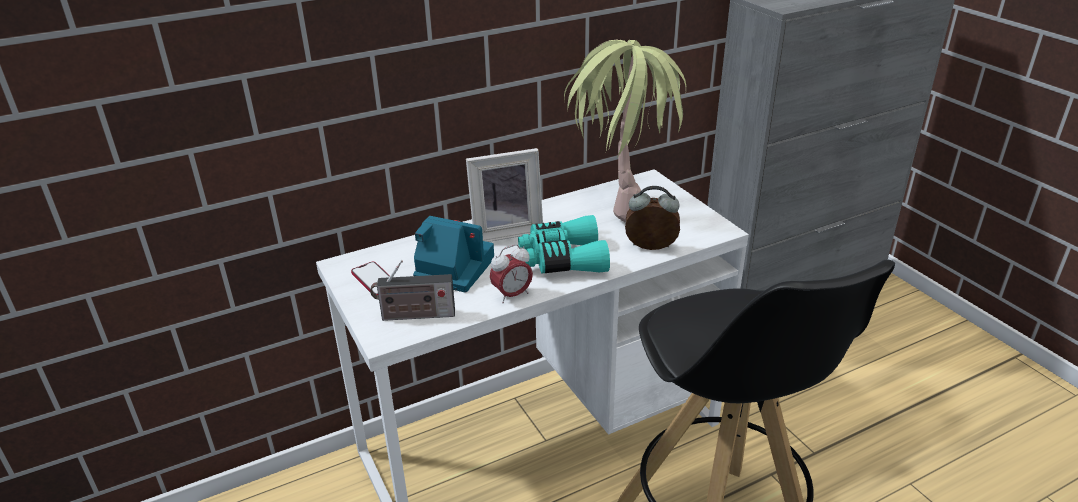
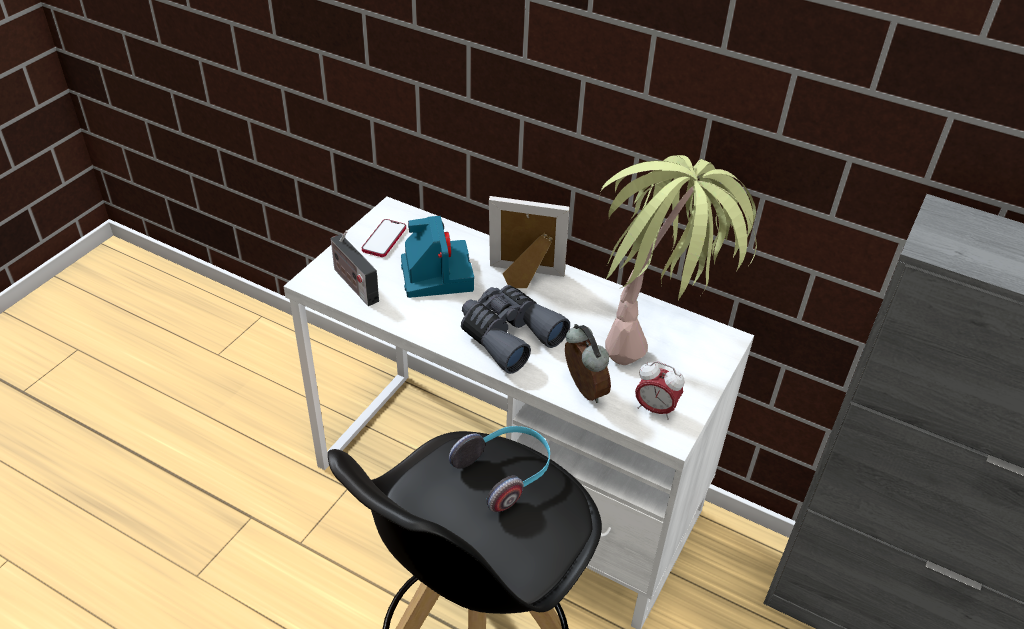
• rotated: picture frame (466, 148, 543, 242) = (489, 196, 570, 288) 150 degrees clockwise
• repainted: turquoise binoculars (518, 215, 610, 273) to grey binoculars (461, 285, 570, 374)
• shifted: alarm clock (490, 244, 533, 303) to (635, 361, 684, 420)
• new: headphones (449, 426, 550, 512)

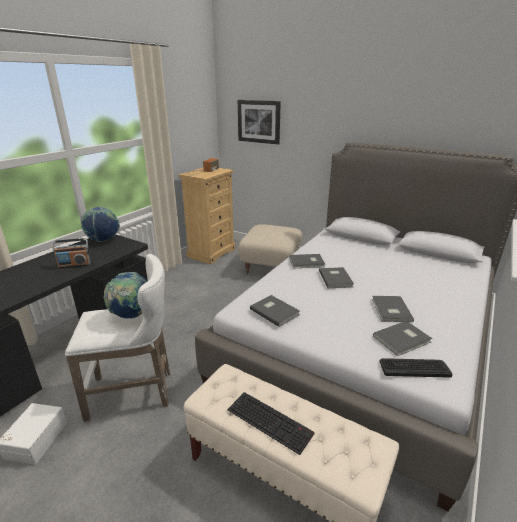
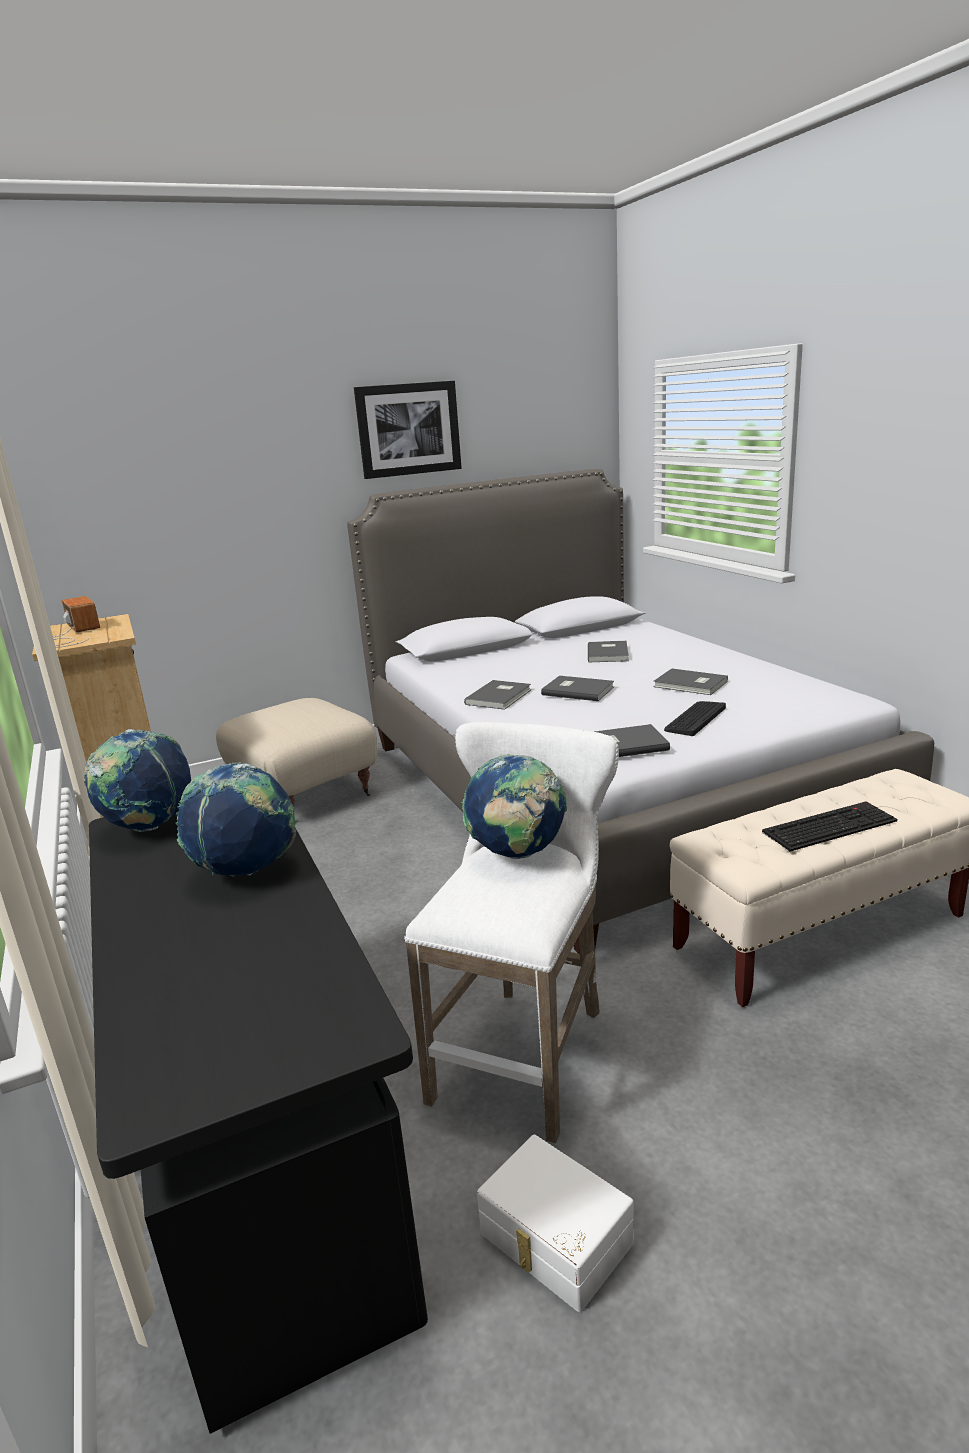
• shifted: picture (238, 100, 281, 145) to (354, 381, 462, 479)
• swapped: radio (52, 238, 91, 269) to globe (176, 762, 296, 877)
• shifted: grey book (373, 321, 432, 356) to (588, 641, 629, 662)
• shifted: keyboard (379, 358, 453, 378) to (664, 701, 726, 736)

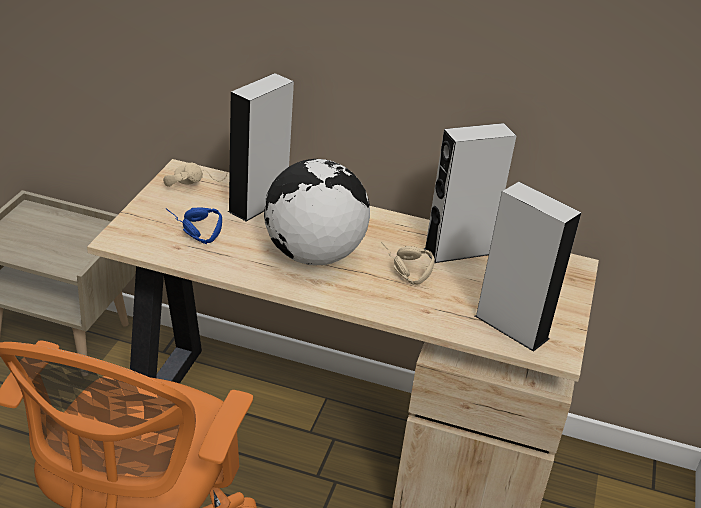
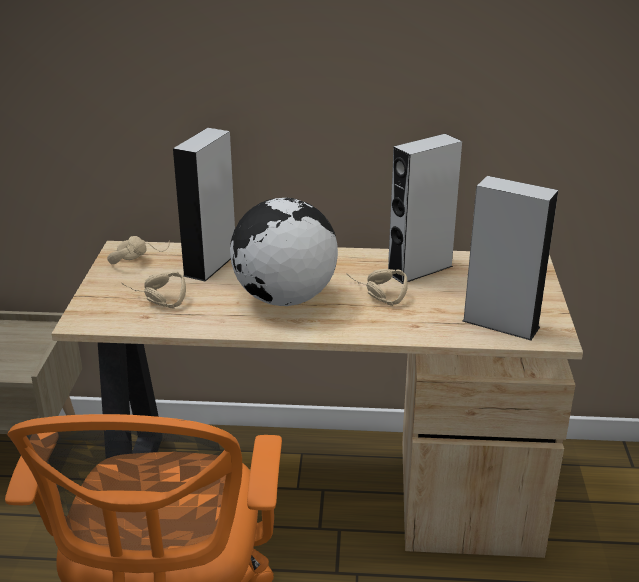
• repainted: blue headphones (166, 208, 222, 244) to beige headphones (122, 272, 186, 309)

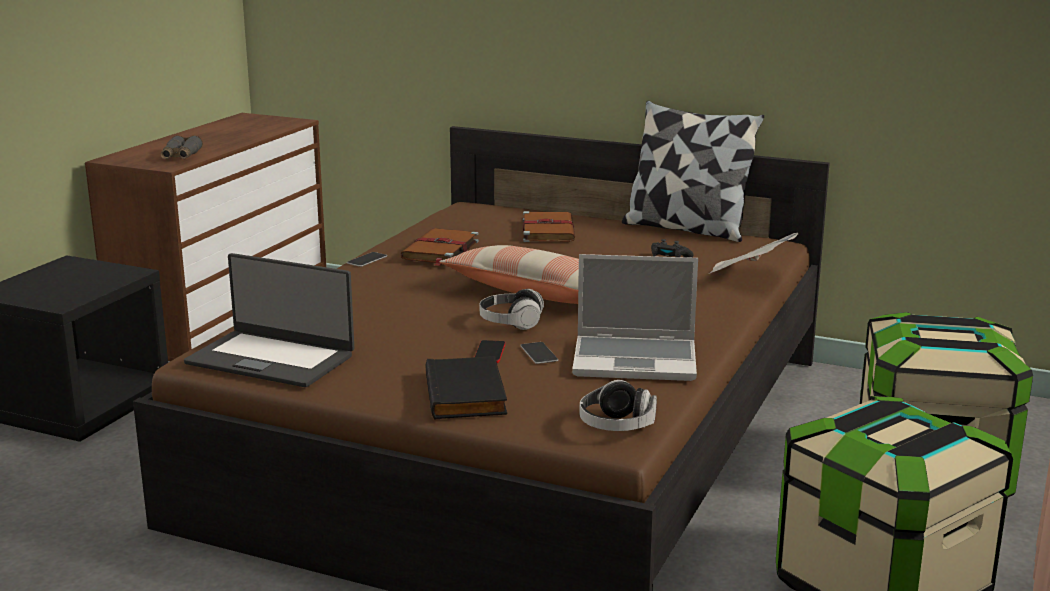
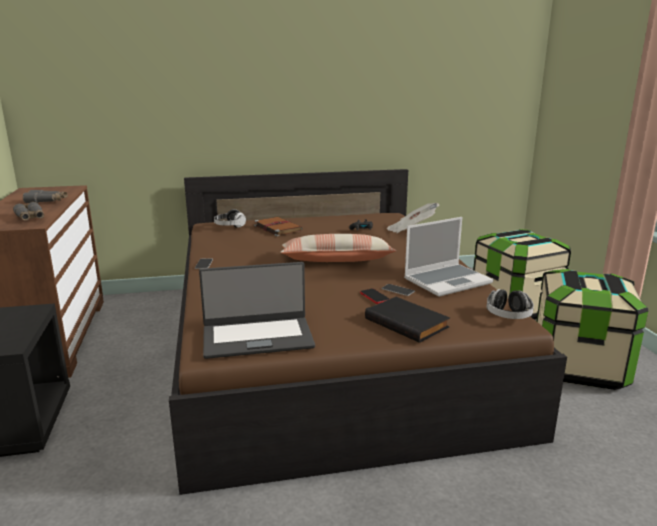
• gone: pillow (622, 101, 764, 242)
• gone: brown book (400, 228, 479, 266)
• shifted: headphones (480, 289, 544, 330) to (214, 209, 246, 227)
• new: grey binoculars (23, 190, 68, 203)

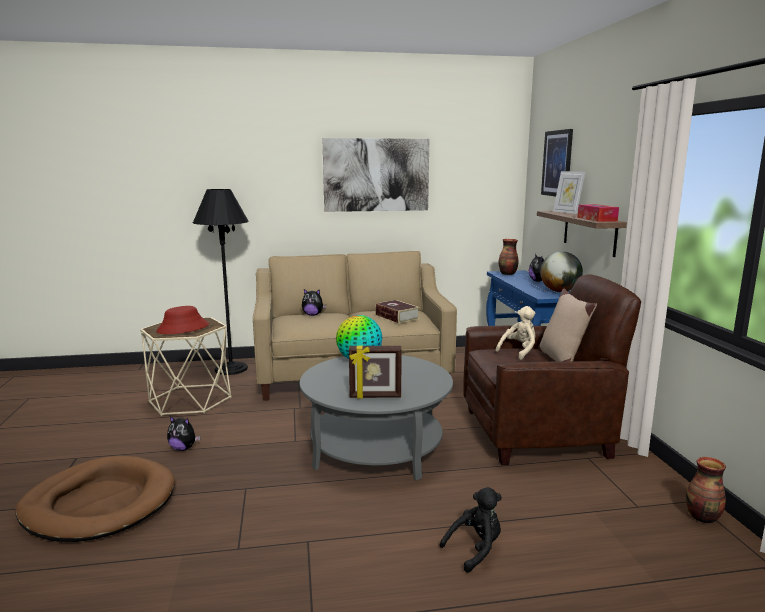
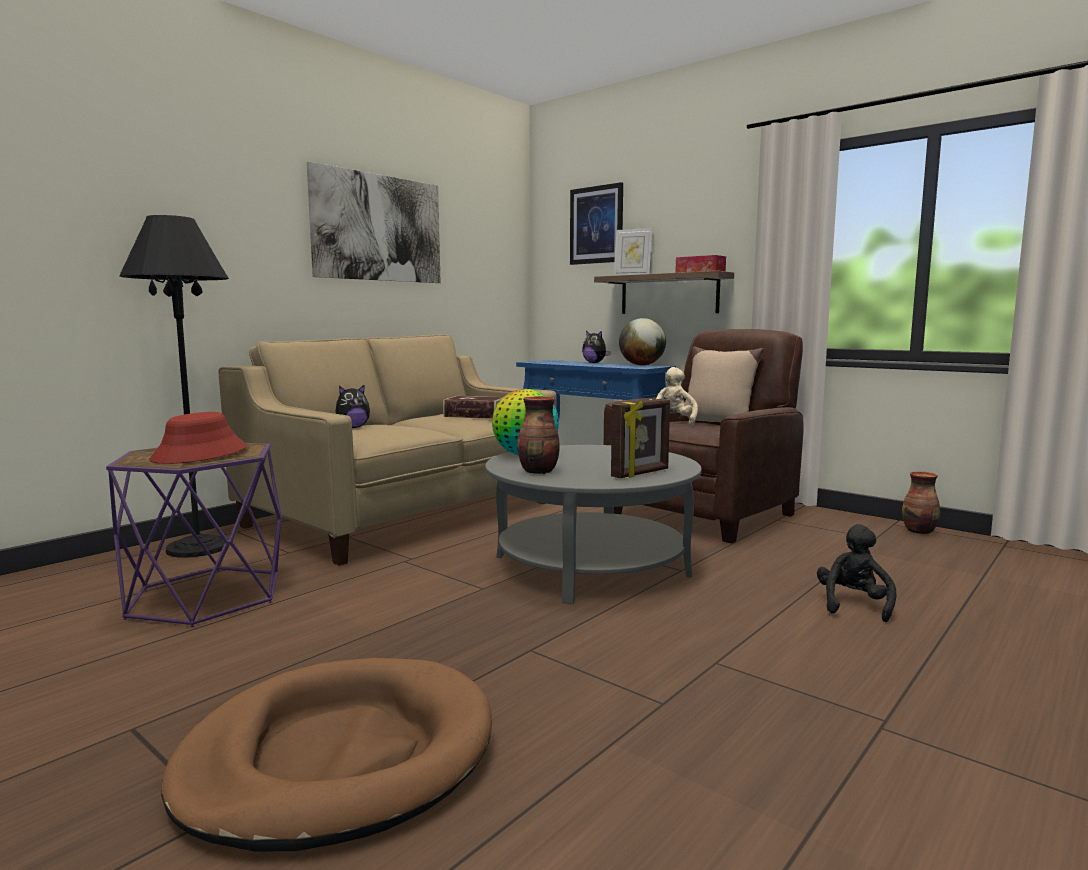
• shifted: vase (498, 239, 519, 275) to (517, 396, 560, 474)
• repainted: beige side table (140, 317, 232, 416) to purple side table (106, 443, 281, 627)
• gone: plush toy (167, 416, 201, 451)

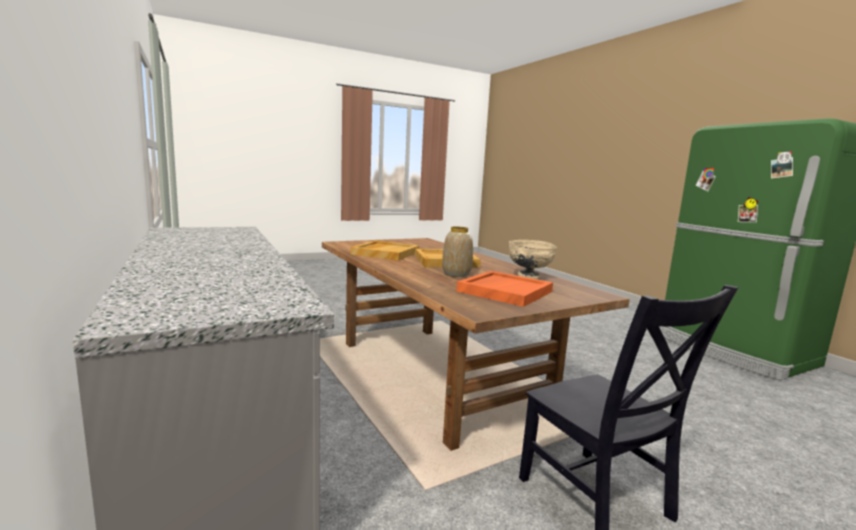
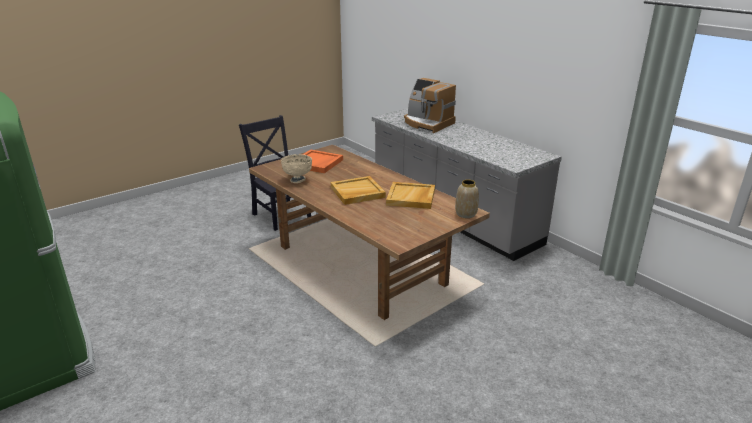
• shifted: vase (442, 226, 473, 277) to (455, 180, 479, 218)
• new: coffee machine (404, 78, 456, 133)

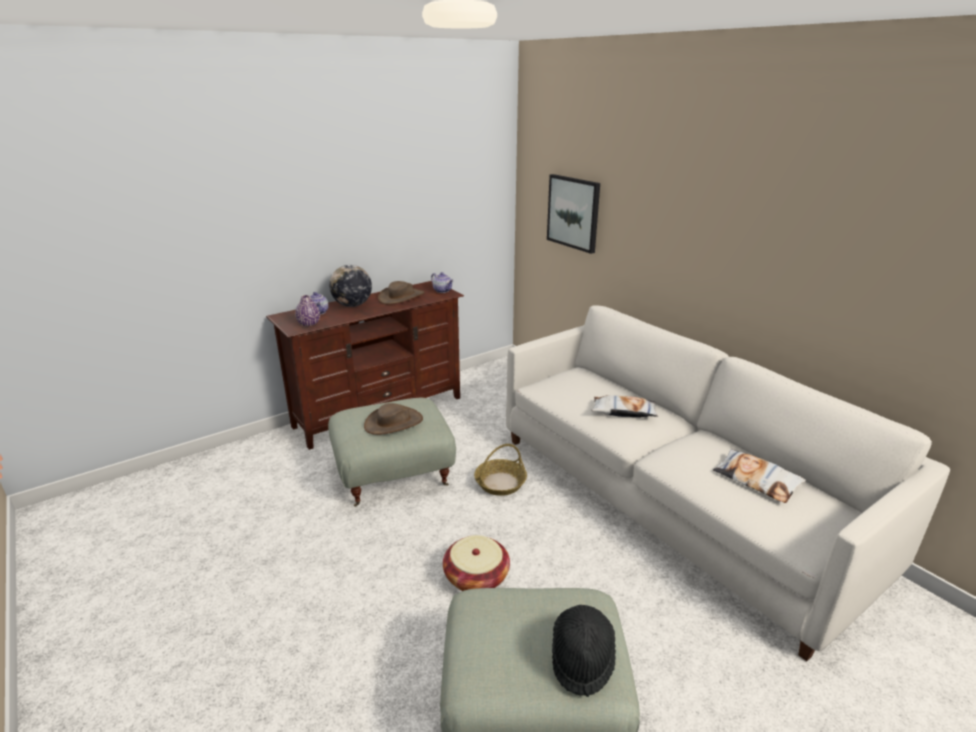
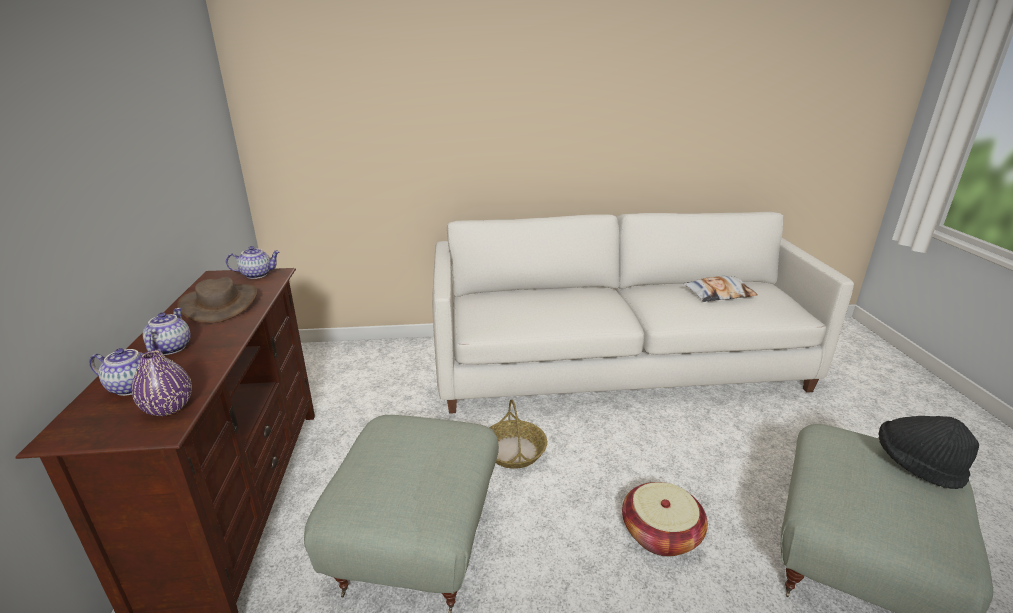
• gone: picture (547, 174, 600, 254)
• swapped: globe (329, 265, 372, 307) to teapot (143, 308, 191, 355)
• gone: pillow (591, 395, 658, 417)
• gone: brown hat (364, 403, 423, 435)

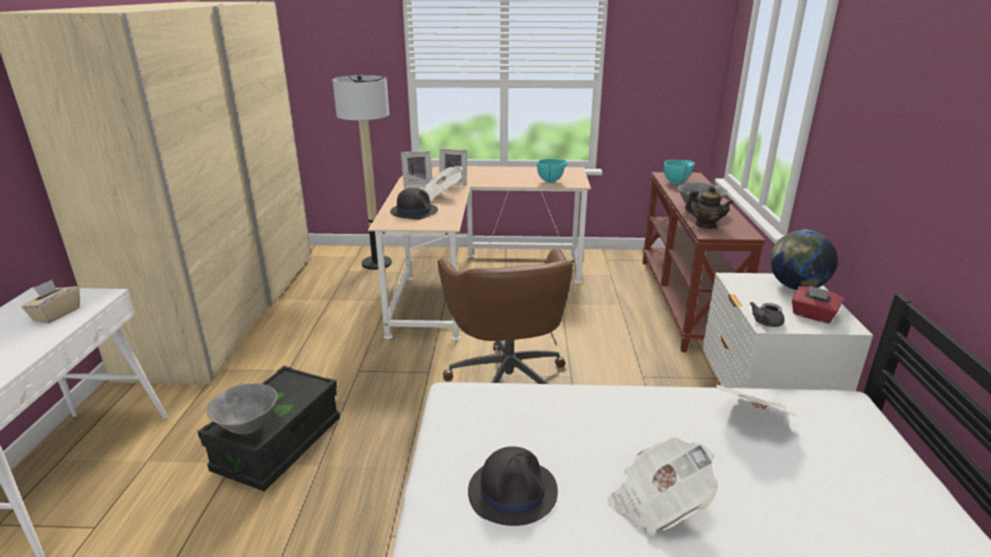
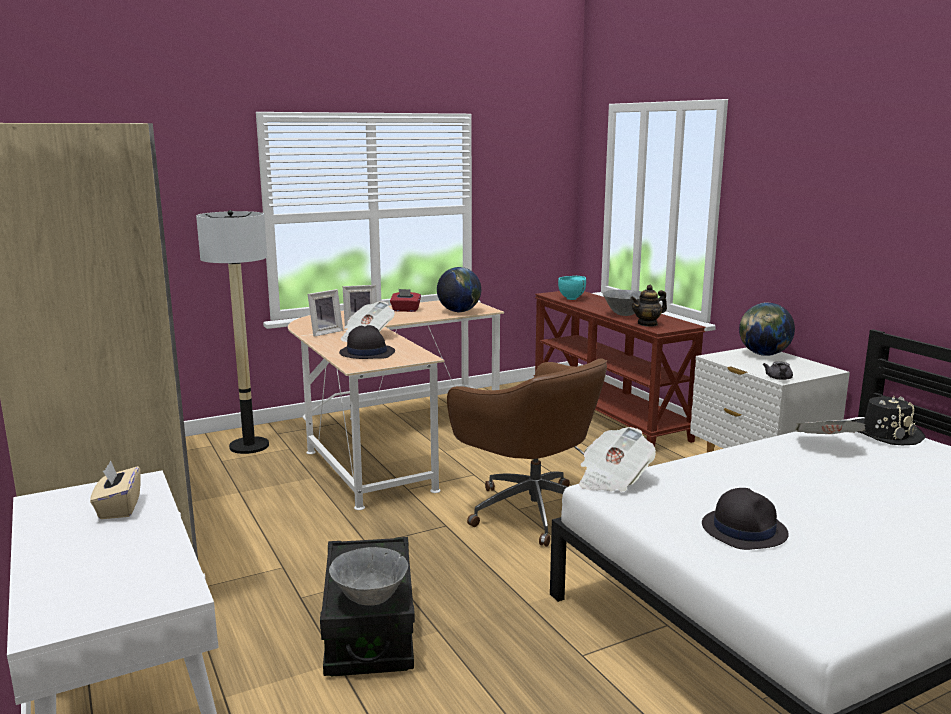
• swapped: turquoise bowl (537, 159, 568, 183) to globe (437, 267, 481, 312)
• rotated: teapot (685, 185, 734, 229) = (630, 285, 667, 327) 150 degrees clockwise
• shifted: red tissue box (792, 286, 844, 324) to (390, 289, 421, 312)
• shifted: newspaper (608, 437, 718, 535) to (579, 427, 656, 492)
• new: black hat (850, 396, 925, 445)

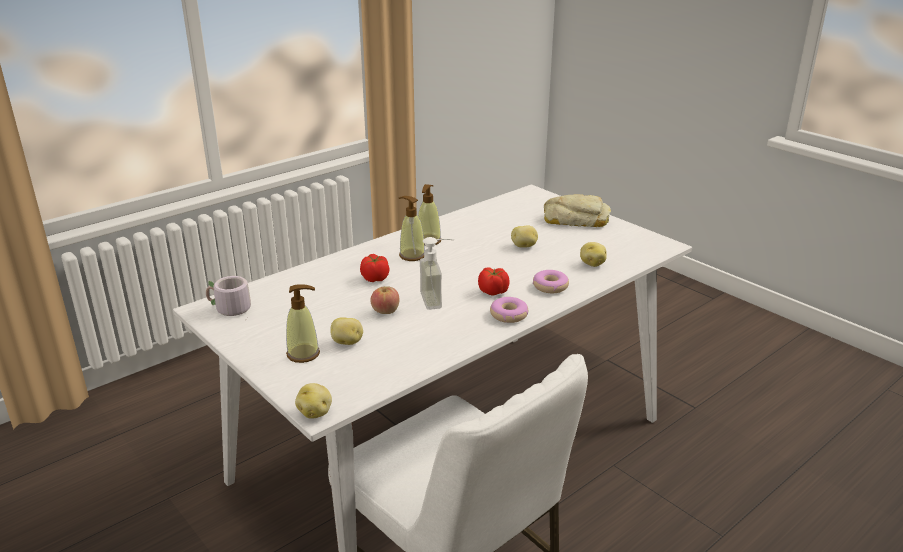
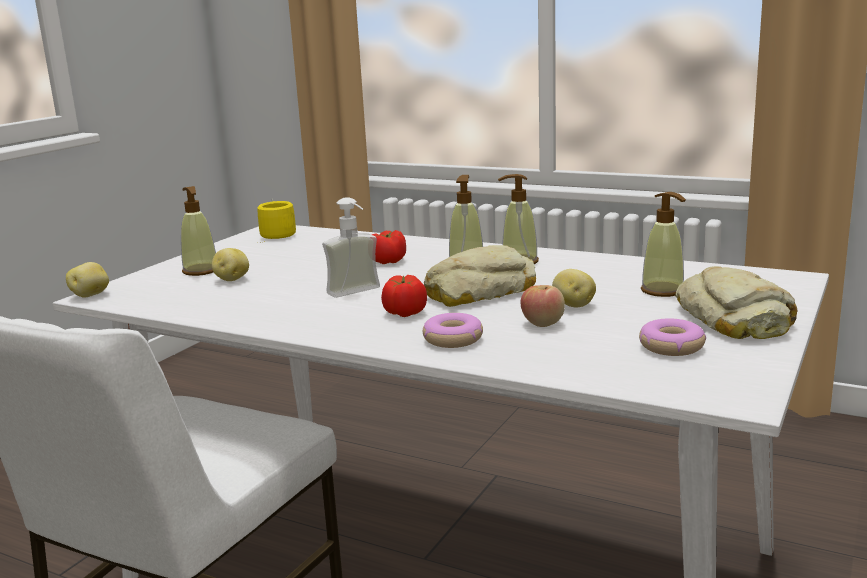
• gone: potato (580, 242, 607, 267)
• repainted: grey mug (206, 276, 251, 321) to yellow mug (257, 200, 296, 243)
• shifted: apple (370, 286, 399, 314) to (521, 285, 565, 327)
• shifted: donut (490, 297, 528, 323) to (639, 318, 706, 356)
• new: soap dispenser (641, 192, 686, 297)
• new: bread (424, 245, 536, 307)

